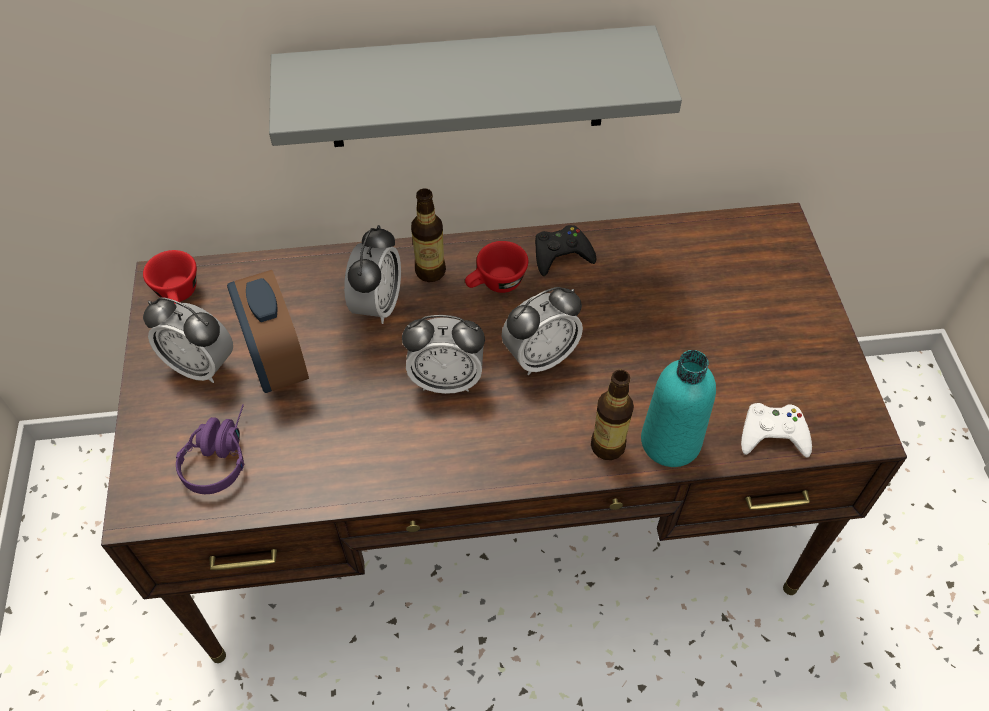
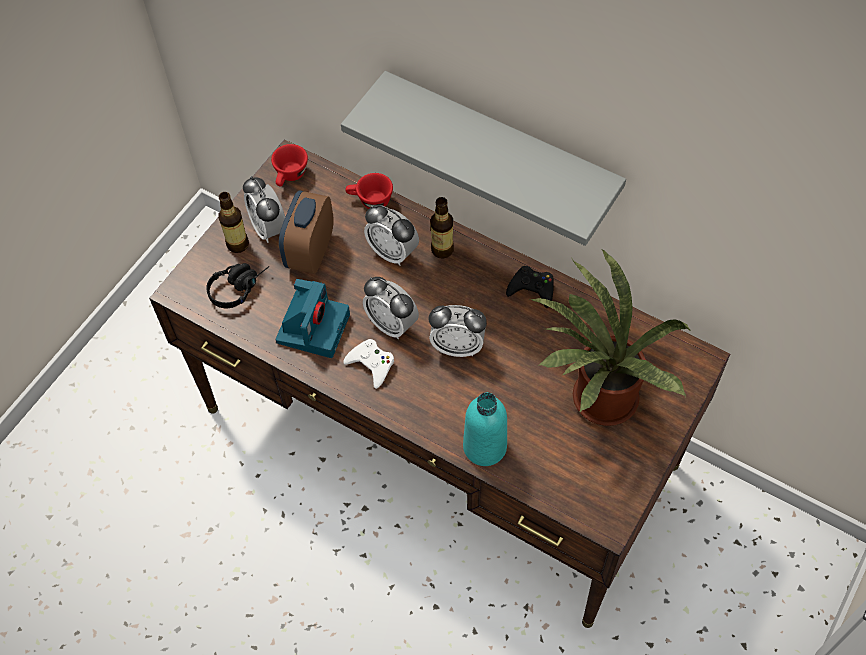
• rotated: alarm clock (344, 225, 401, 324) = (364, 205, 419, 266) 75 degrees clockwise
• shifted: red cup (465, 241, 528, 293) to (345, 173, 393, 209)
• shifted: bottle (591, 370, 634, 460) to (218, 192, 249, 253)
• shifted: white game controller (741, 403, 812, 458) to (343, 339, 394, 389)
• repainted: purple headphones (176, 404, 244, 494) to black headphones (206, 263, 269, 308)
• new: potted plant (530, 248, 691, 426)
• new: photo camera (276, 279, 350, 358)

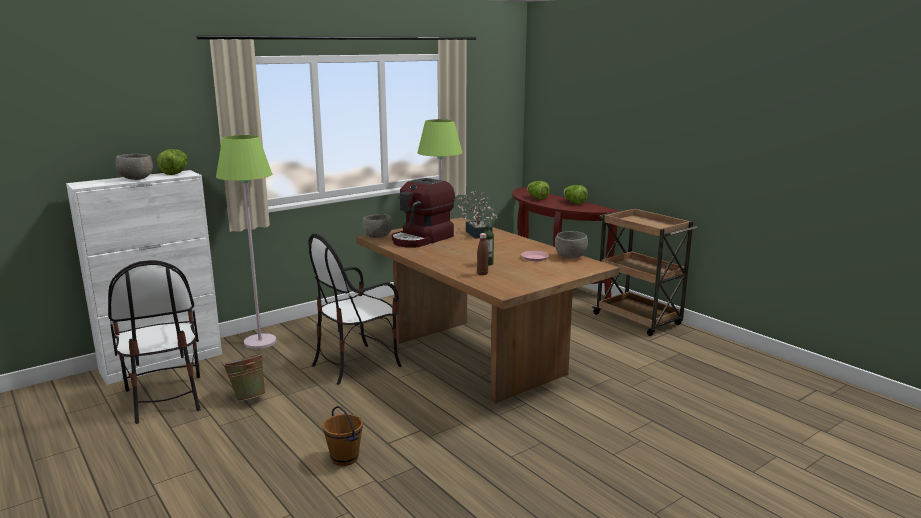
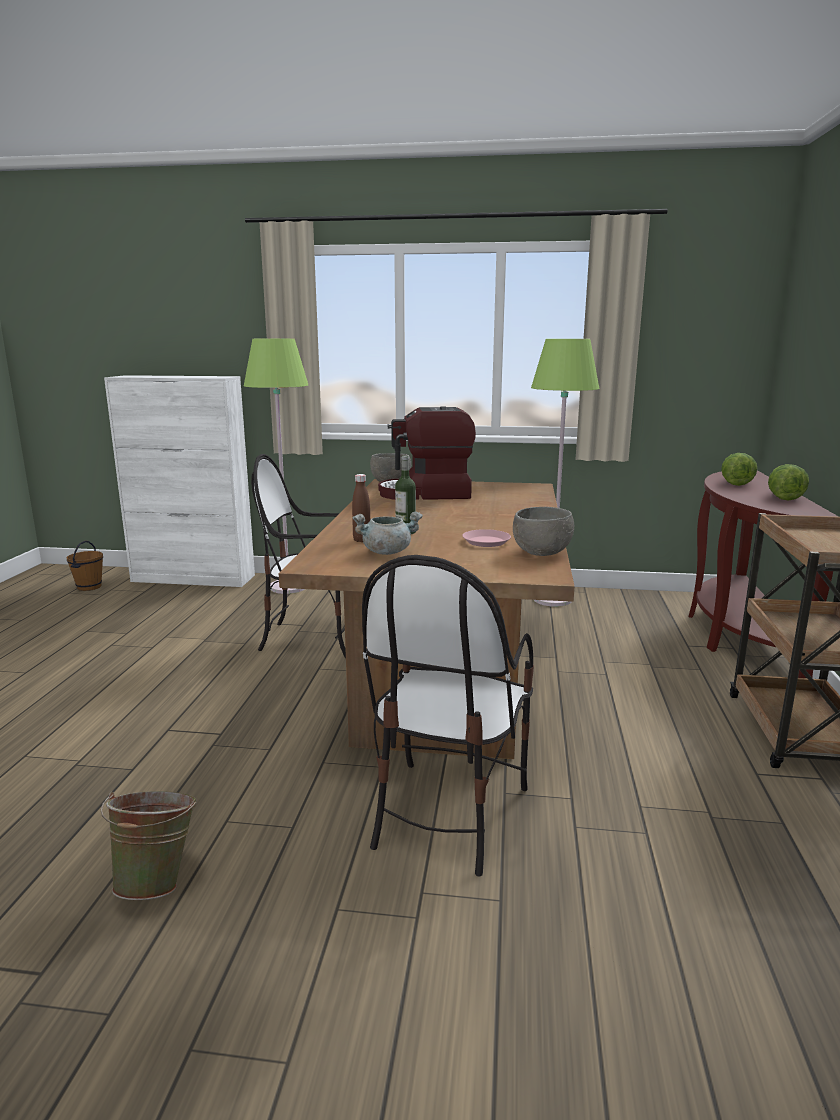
• gone: lettuce (157, 149, 188, 175)
• gone: grey bowl (115, 154, 153, 180)
• gone: potted plant (458, 191, 498, 239)
• shifted: chair (108, 260, 201, 424) to (362, 555, 534, 877)
• shifted: green bucket (221, 351, 265, 401) to (101, 791, 197, 900)
• shifted: brown bucket (323, 406, 363, 466) to (66, 540, 103, 591)
• new: grey cooking pot (353, 512, 423, 555)

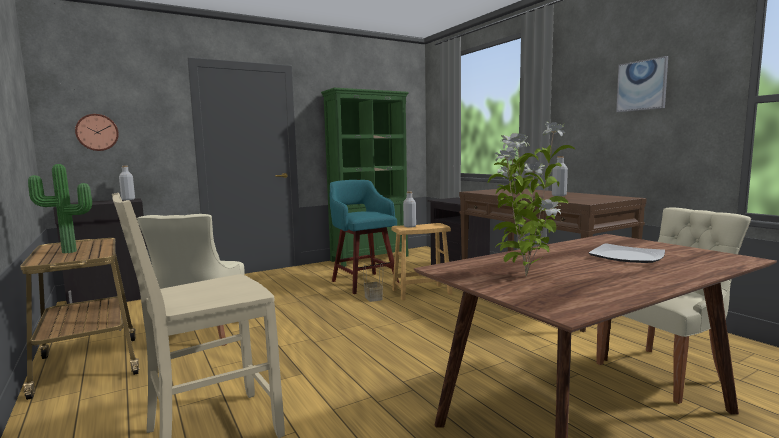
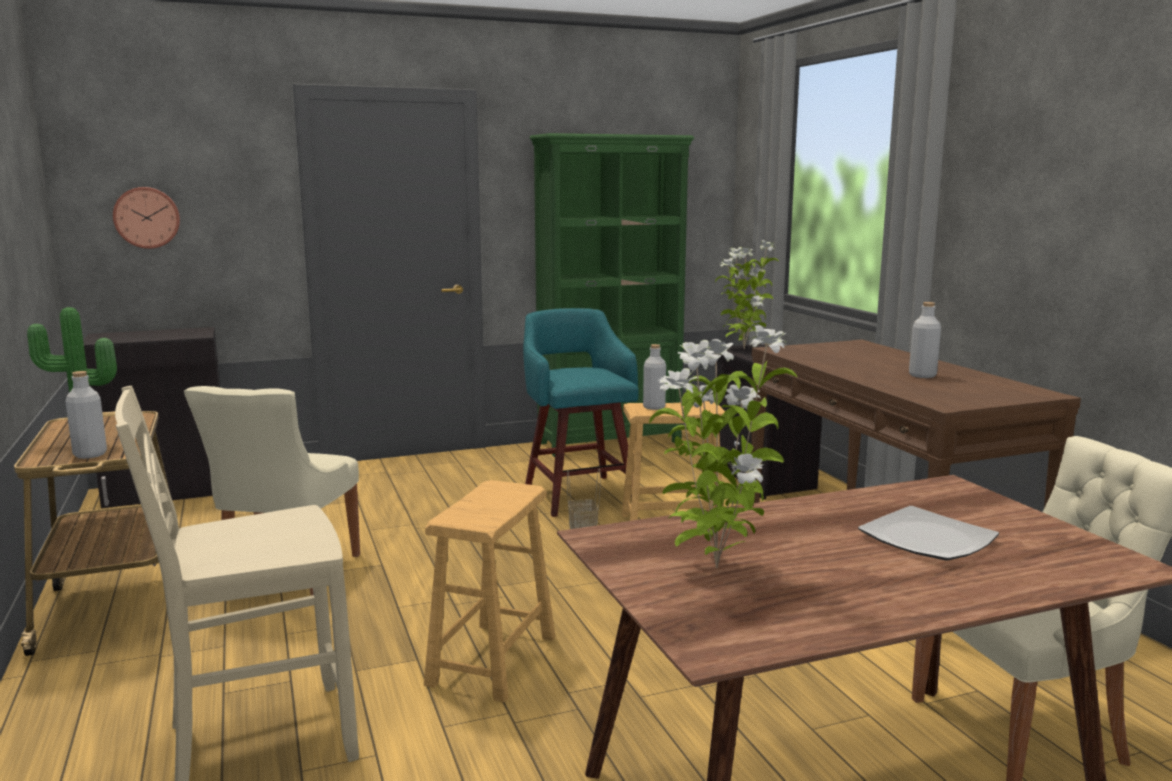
• gone: picture (616, 56, 668, 112)
• shifted: grey bottle (119, 165, 135, 200) to (65, 371, 107, 459)
• new: potted plant (715, 240, 779, 349)
• new: brown stool (424, 480, 556, 702)

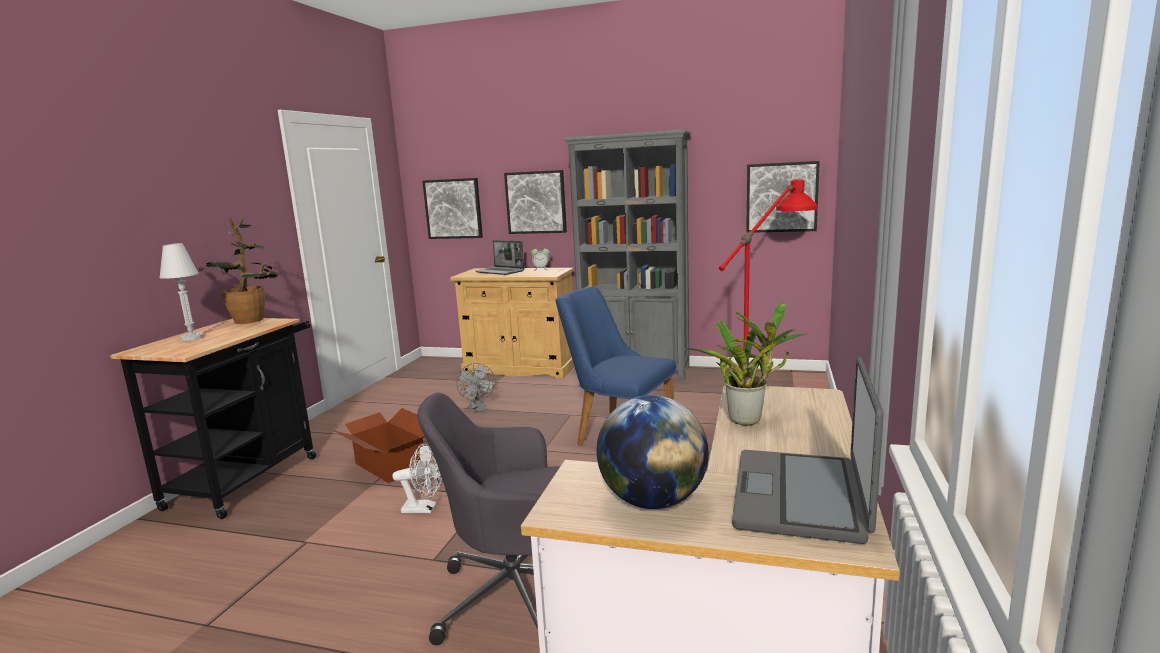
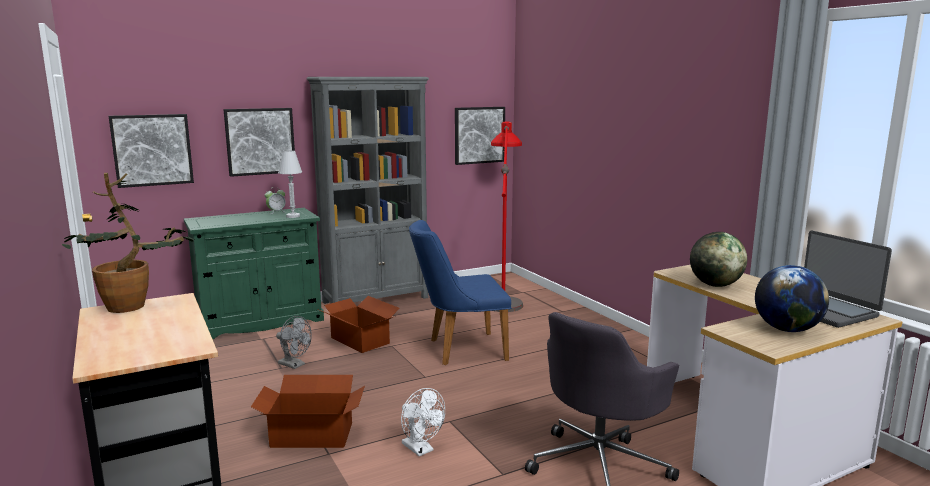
• gone: laptop (475, 240, 525, 275)
• shifted: white table lamp (159, 243, 203, 341) to (278, 150, 302, 218)
• repainted: beige cabinet (450, 268, 575, 379) to green cabinet (184, 208, 324, 339)
• swapped: potted plant (684, 303, 808, 426) to globe (690, 232, 747, 287)
• rotated: white fan (392, 444, 442, 513) = (401, 388, 445, 456) 90 degrees clockwise
• new: cardboard box (320, 296, 400, 353)

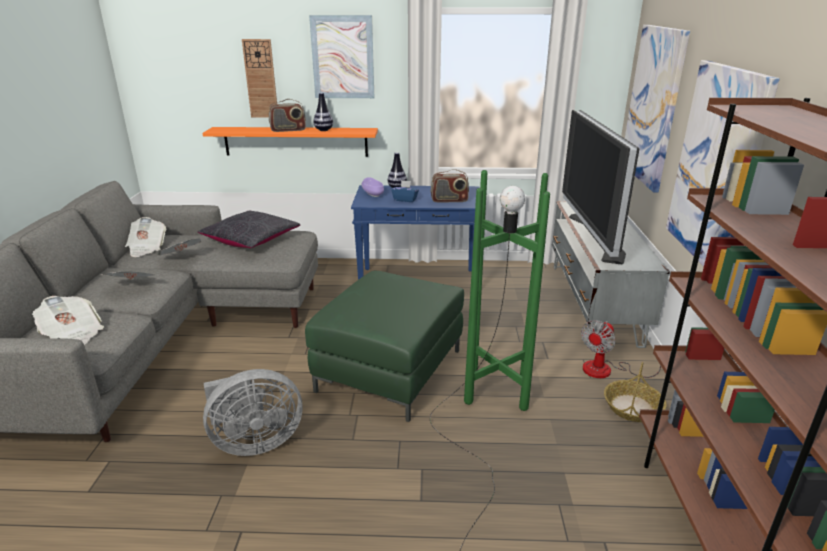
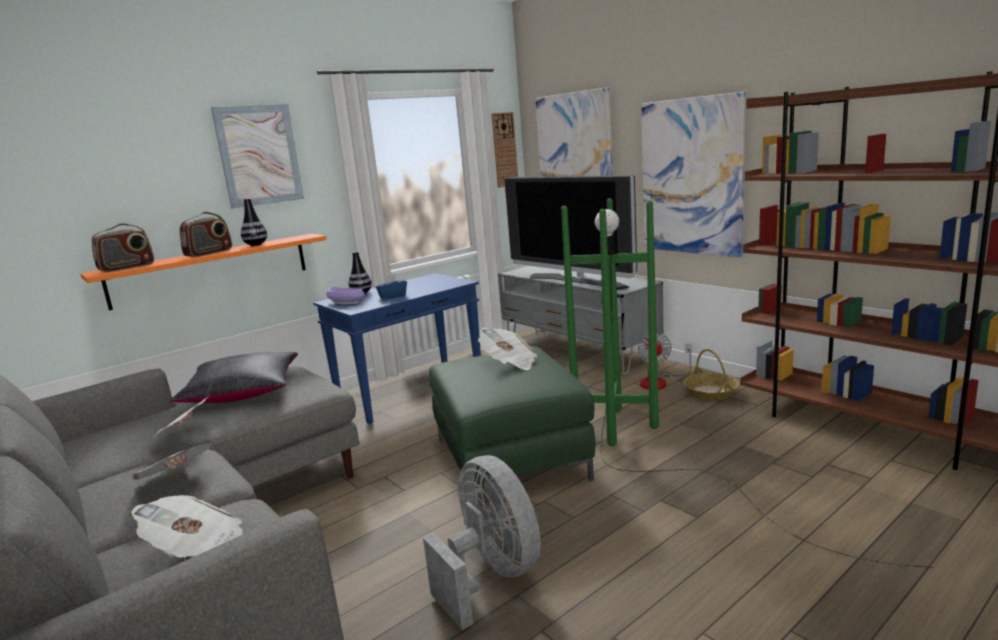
• shifted: wall clock (242, 39, 277, 118) to (491, 112, 518, 188)
• shifted: radio (431, 169, 469, 202) to (92, 224, 154, 272)
• shifted: newspaper (125, 217, 166, 257) to (478, 328, 537, 370)
• rotated: grey fan (203, 369, 302, 456) = (423, 455, 541, 630) 60 degrees counterclockwise

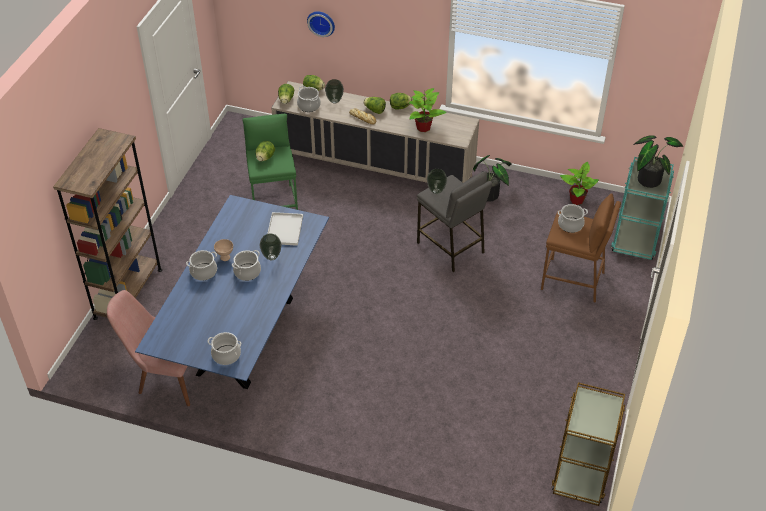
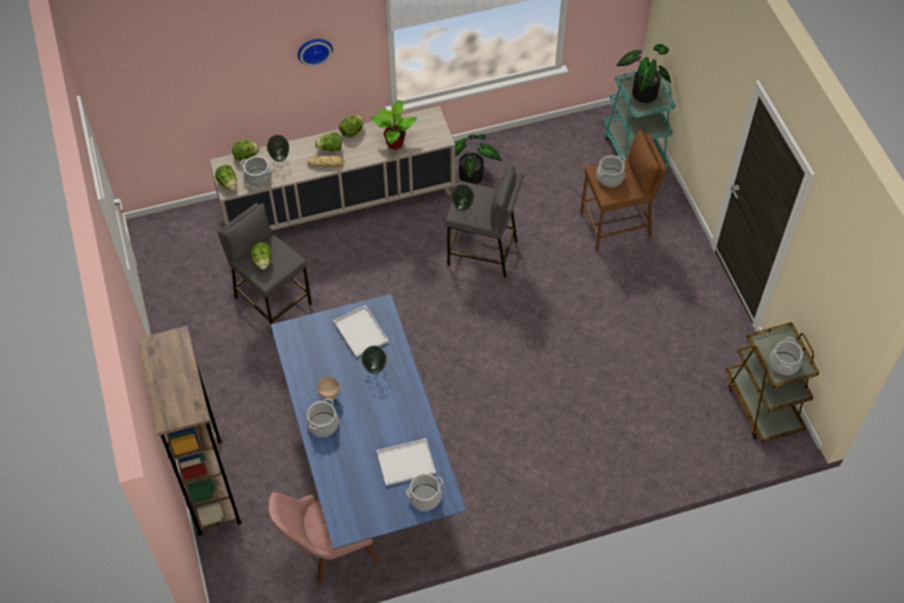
• shifted: wall clock (307, 11, 335, 37) to (298, 39, 333, 67)
• repainted: green stool (242, 114, 298, 210) to grey stool (218, 203, 312, 334)
• gone: potted plant (560, 162, 599, 205)
• shifted: cooking pot (232, 250, 261, 281) to (770, 337, 803, 375)
• new: white tray (376, 438, 436, 486)

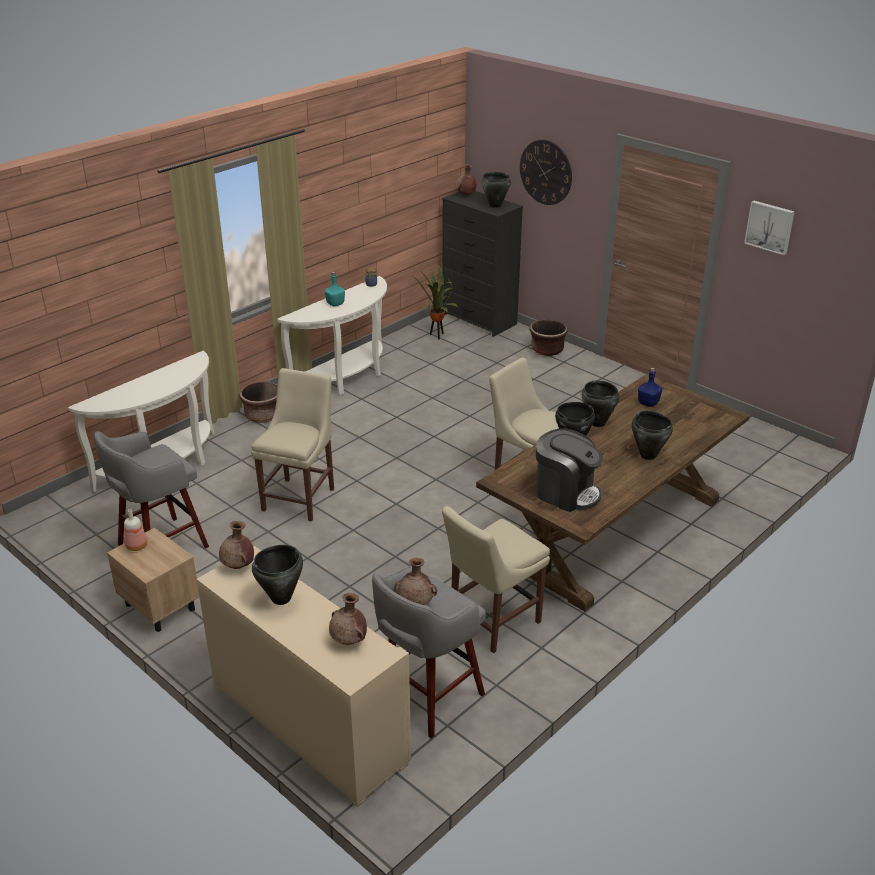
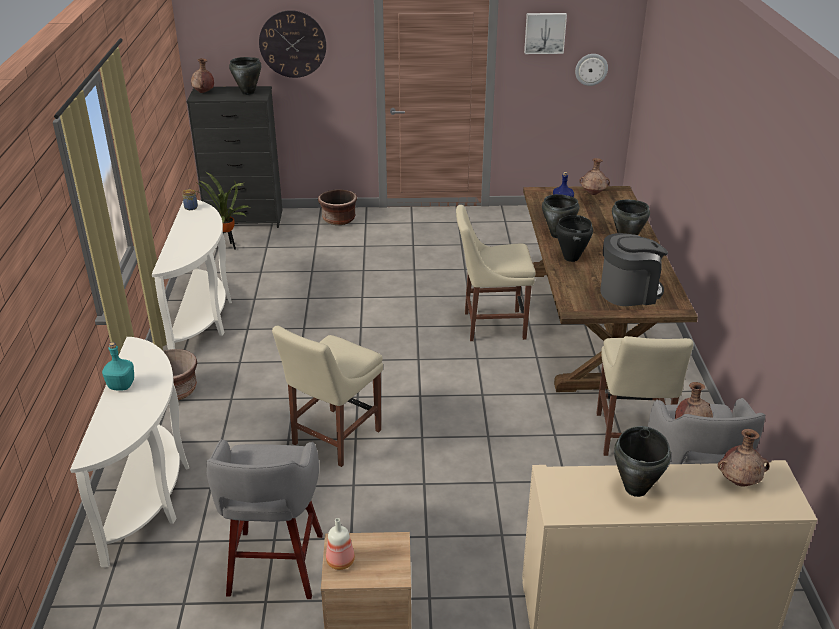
• shifted: turquoise bottle (325, 272, 345, 306) to (102, 342, 134, 391)
• rotated: beige chair (251, 368, 334, 522) = (272, 326, 383, 467) 120 degrees counterclockwise
• shifted: brown vase (219, 521, 254, 569) to (579, 158, 610, 195)
• new: wall clock (575, 54, 608, 86)

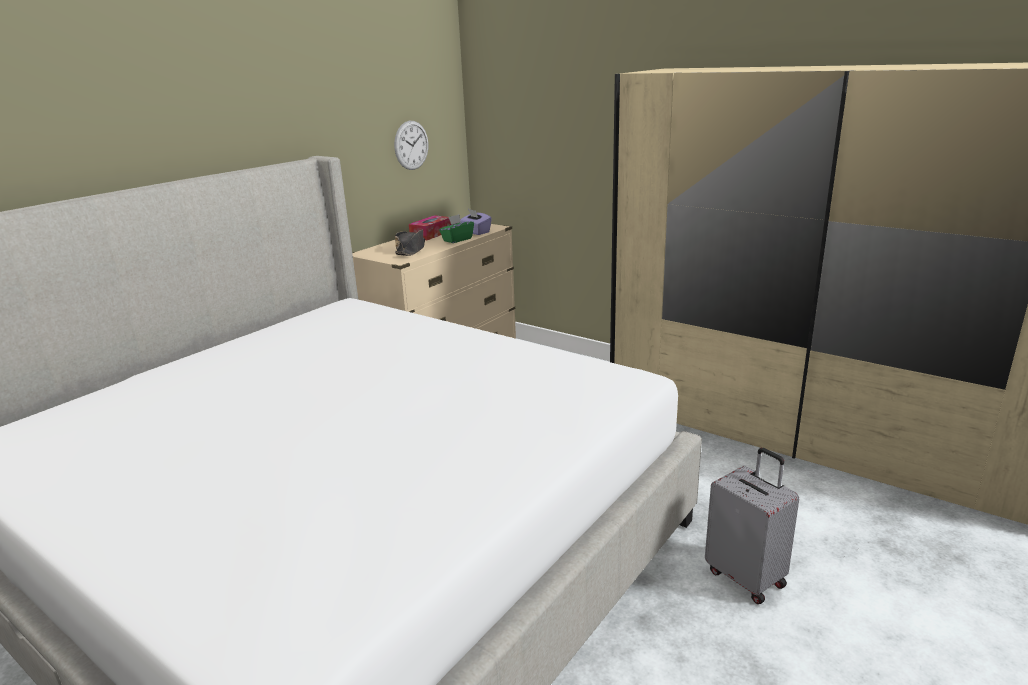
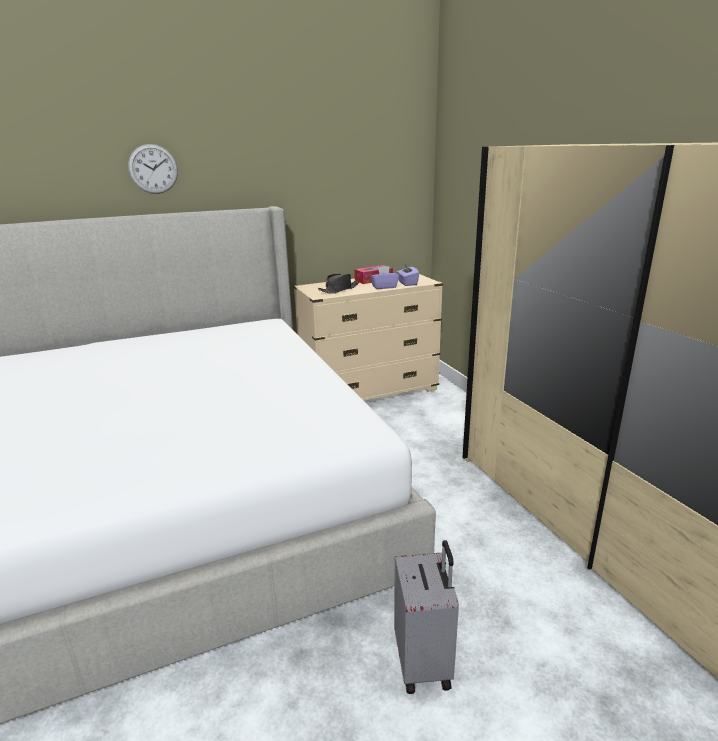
• shifted: wall clock (394, 121, 428, 170) to (128, 144, 178, 194)
• repainted: green tissue box (439, 214, 474, 243) to purple tissue box (370, 266, 399, 289)

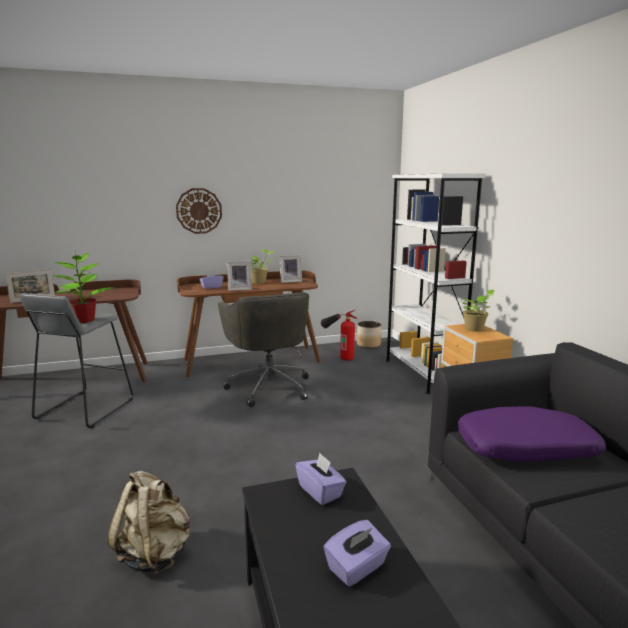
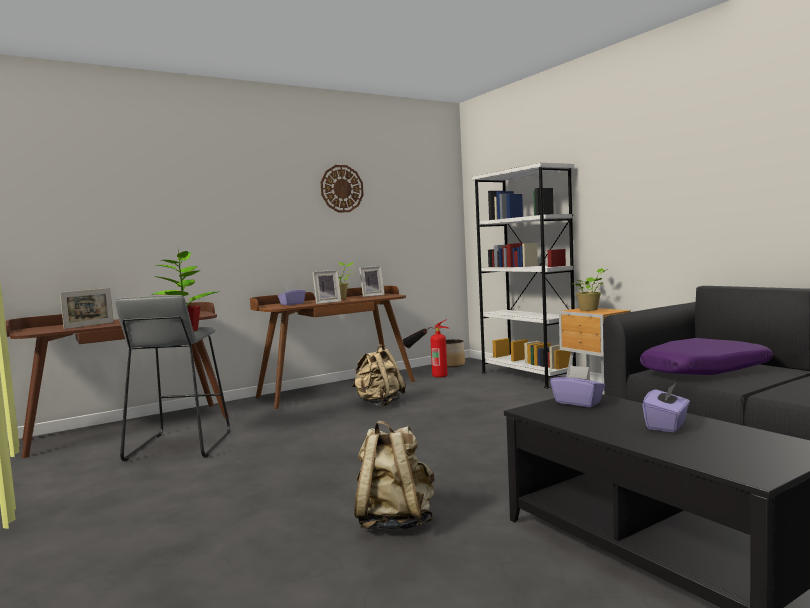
• shifted: wall clock (176, 188, 222, 234) to (321, 165, 364, 212)
• swapped: grey office chair (218, 292, 309, 407) to beige backpack (352, 344, 406, 406)

